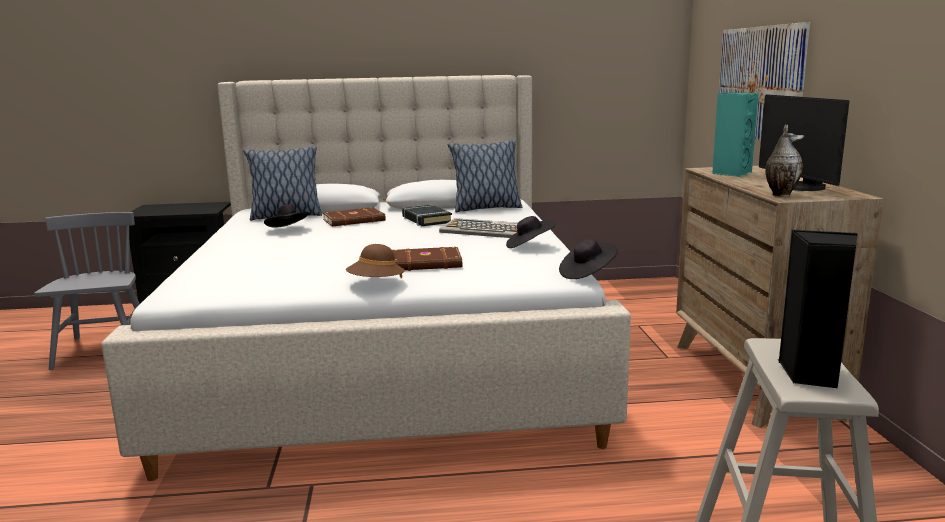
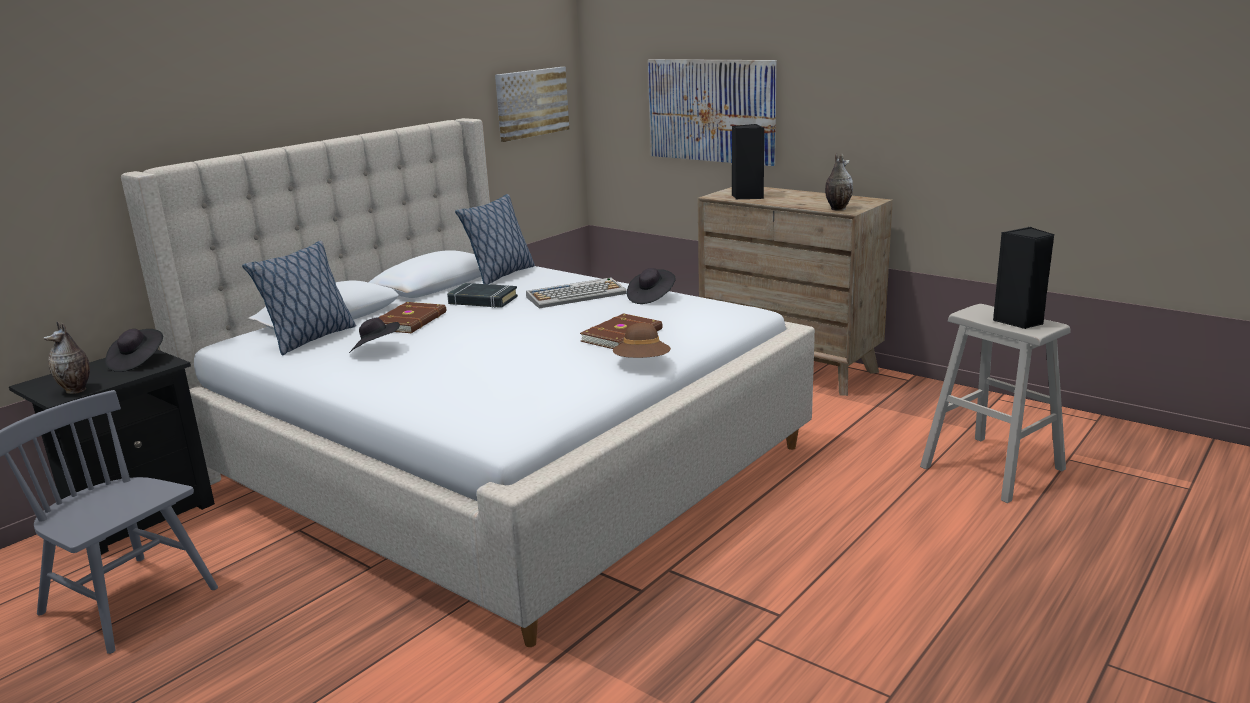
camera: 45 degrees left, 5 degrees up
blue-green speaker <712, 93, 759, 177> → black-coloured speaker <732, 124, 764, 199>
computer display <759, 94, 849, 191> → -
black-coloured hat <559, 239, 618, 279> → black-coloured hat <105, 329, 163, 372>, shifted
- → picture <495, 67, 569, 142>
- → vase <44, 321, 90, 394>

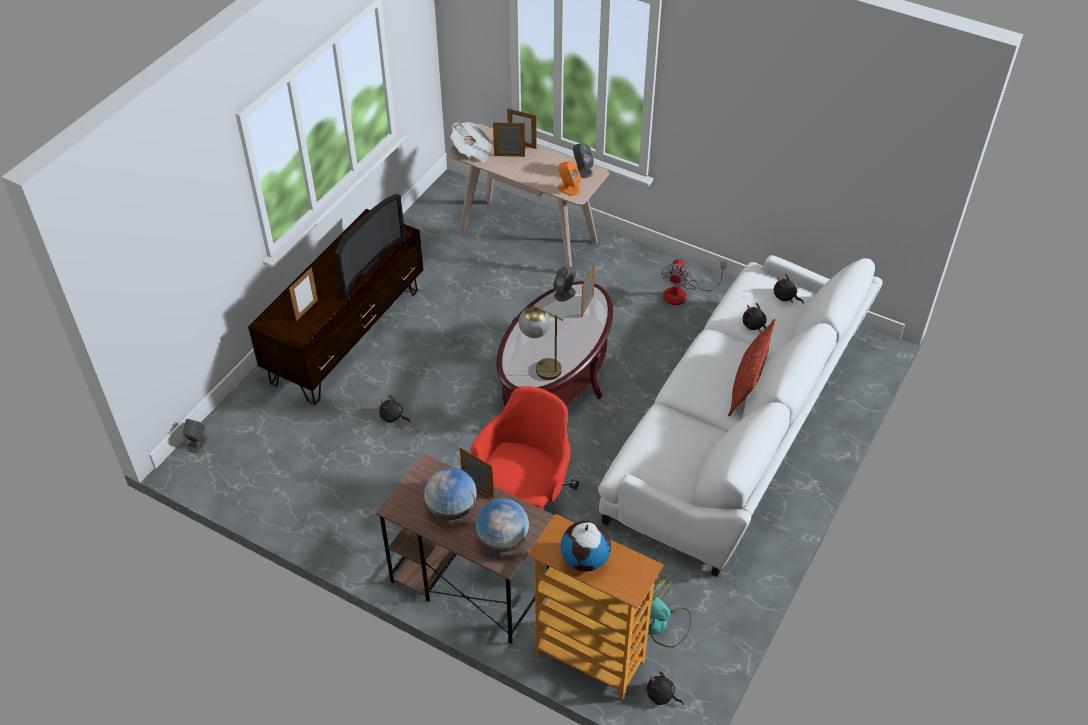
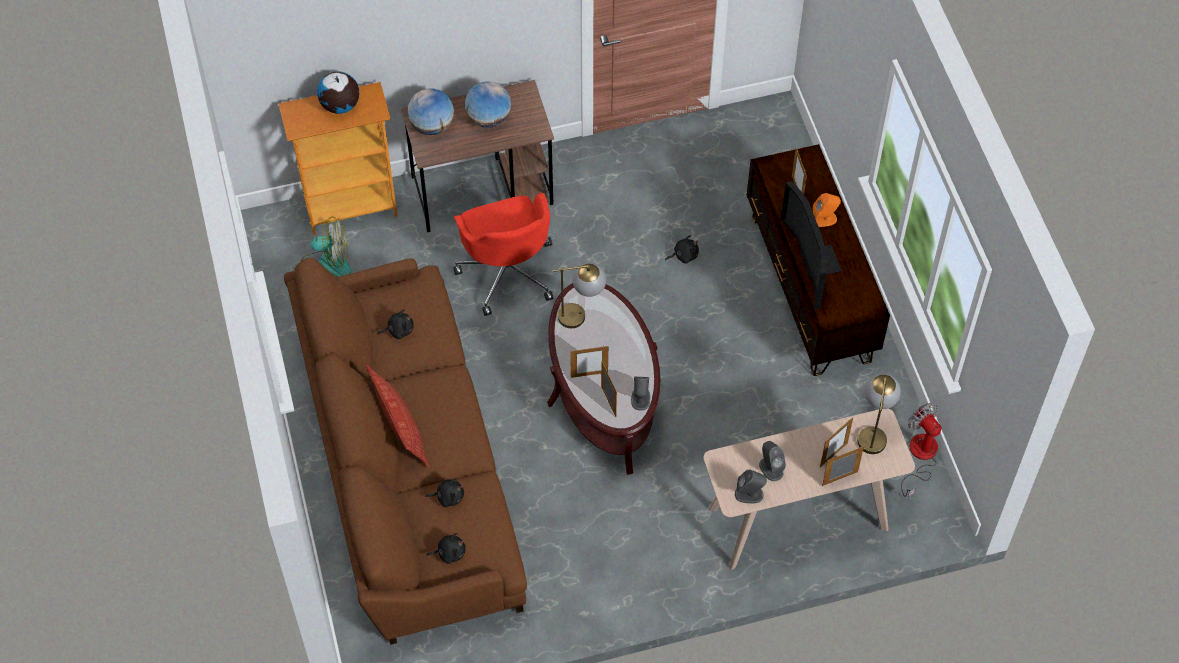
camera: 135 degrees right, 10 degrees up
newspaper <450, 122, 493, 162> → tabletop lamp <857, 373, 901, 454>
orangey speaker <558, 161, 581, 196> → orangey speaker <813, 193, 841, 227>, shifted
white-coloured couch <598, 255, 883, 577> → brownish couch <284, 258, 527, 645>
electric fan <661, 259, 727, 305> → electric fan <901, 403, 942, 497>, shifted
greyish speaker <183, 419, 208, 453> → greyish speaker <759, 441, 786, 481>, shifted
picture frame <460, 447, 494, 499> → picture frame <570, 346, 608, 378>, shifted
black-coloured plush toy <647, 672, 684, 705> → black-coloured plush toy <377, 309, 414, 339>, shifted

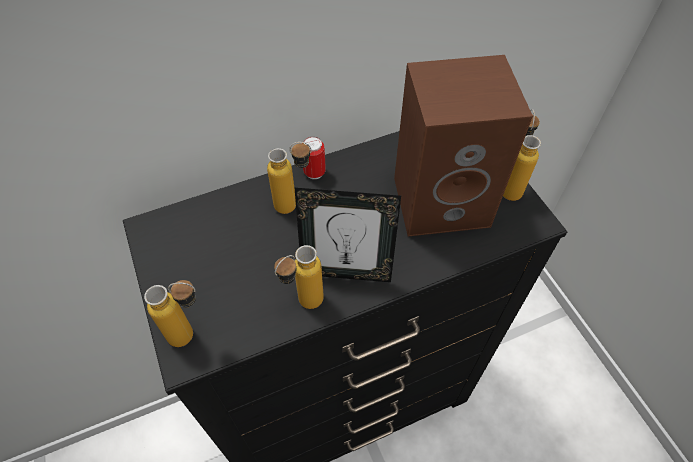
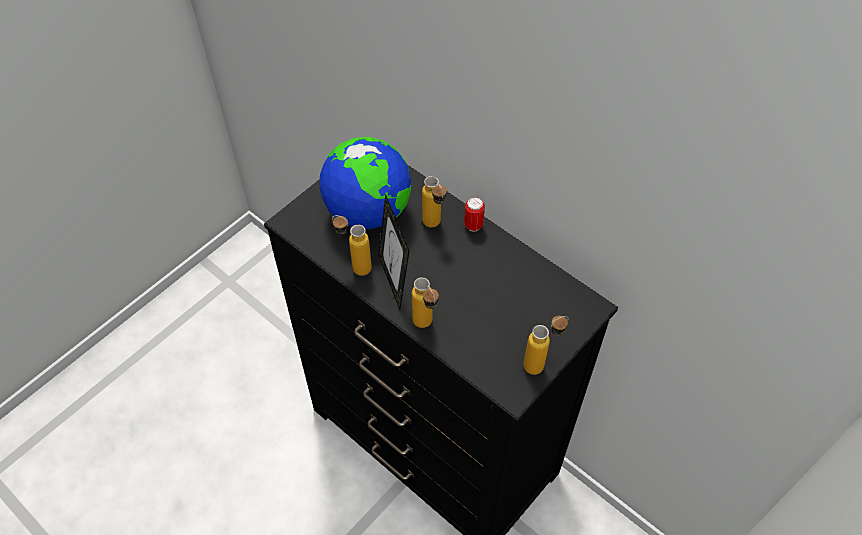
camera: 65 degrees right, 0 degrees up
brownish speaker <394, 55, 533, 237> → -
drink bottle <144, 280, 196, 347> → drink bottle <412, 277, 439, 328>, shifted
- → world globe <319, 137, 411, 229>

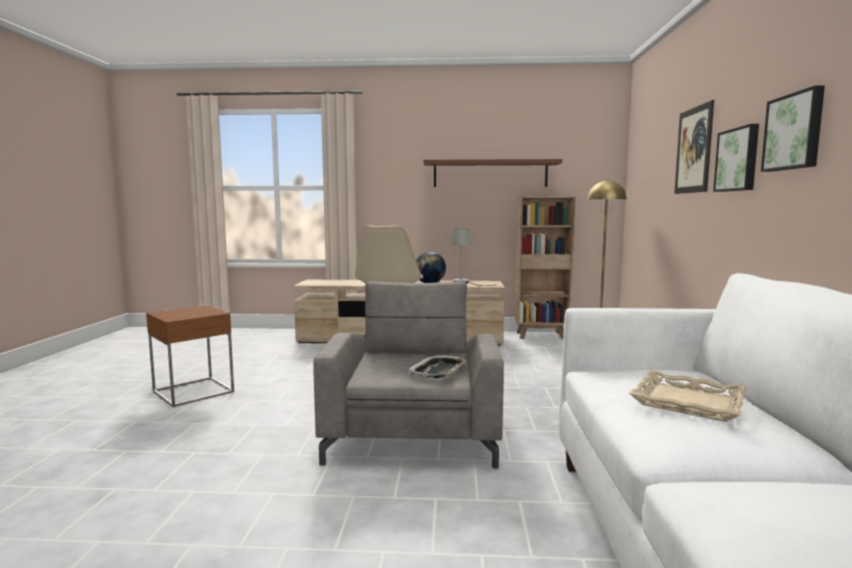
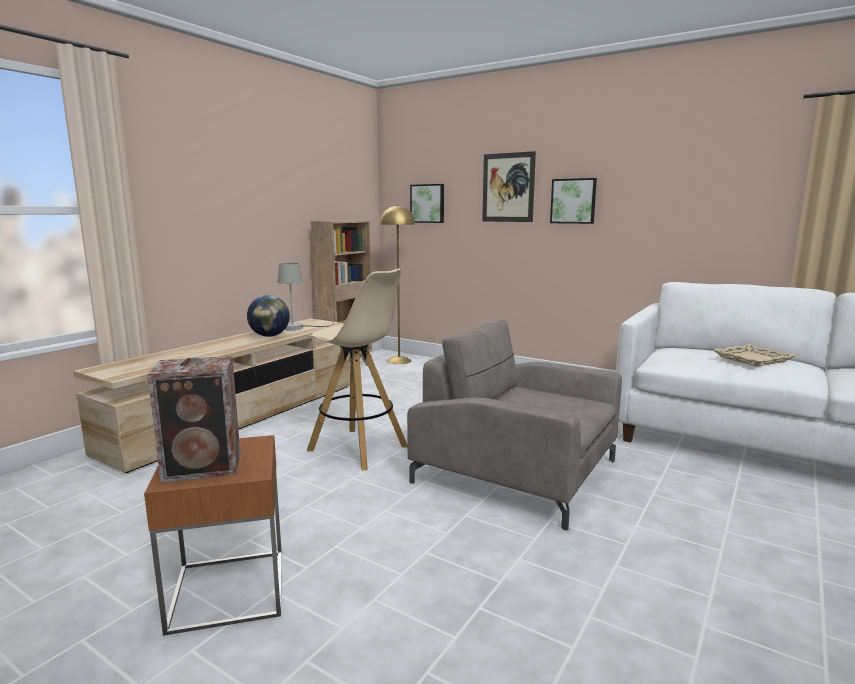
camera: 60 degrees left, 5 degrees up
picture <761, 85, 825, 172> → picture <410, 184, 444, 223>, shifted
brownish shelf <423, 159, 562, 187> → -
tray <407, 355, 468, 378> → -
- → speaker <148, 356, 240, 483>

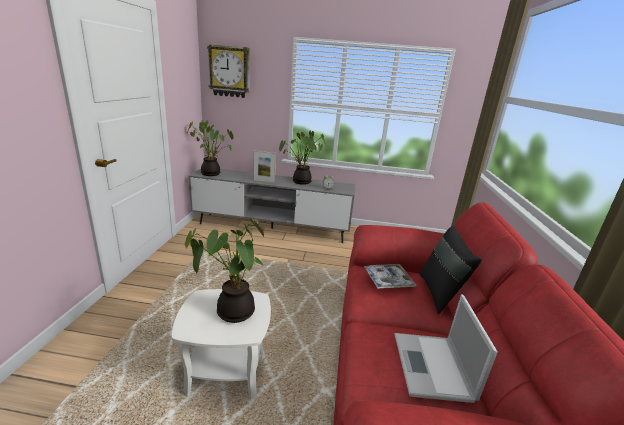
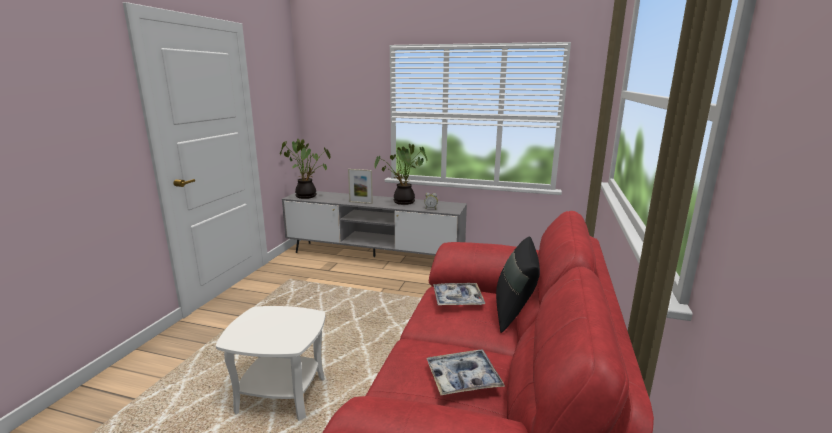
camera: 10 degrees right, 5 degrees down
clock on the wall <207, 44, 250, 98> → -
houseplant <185, 219, 264, 323> → -
laptop <394, 294, 497, 403> → tray <426, 350, 505, 395>

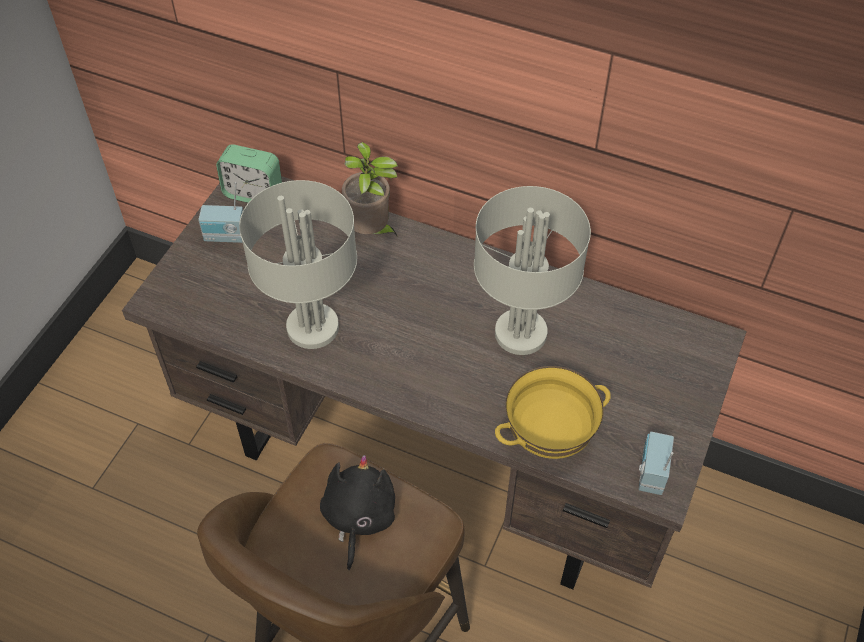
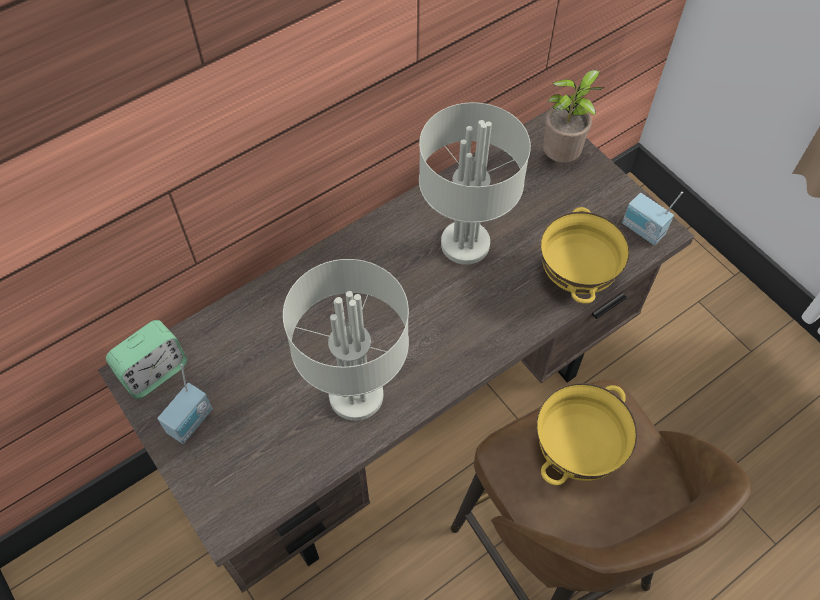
camera: 60 degrees left, 5 degrees up
houseplant <342, 142, 398, 237> → houseplant <543, 70, 603, 163>, shifted
black-coloured plush toy <320, 455, 395, 571> → yellowish bowl <537, 383, 637, 485>

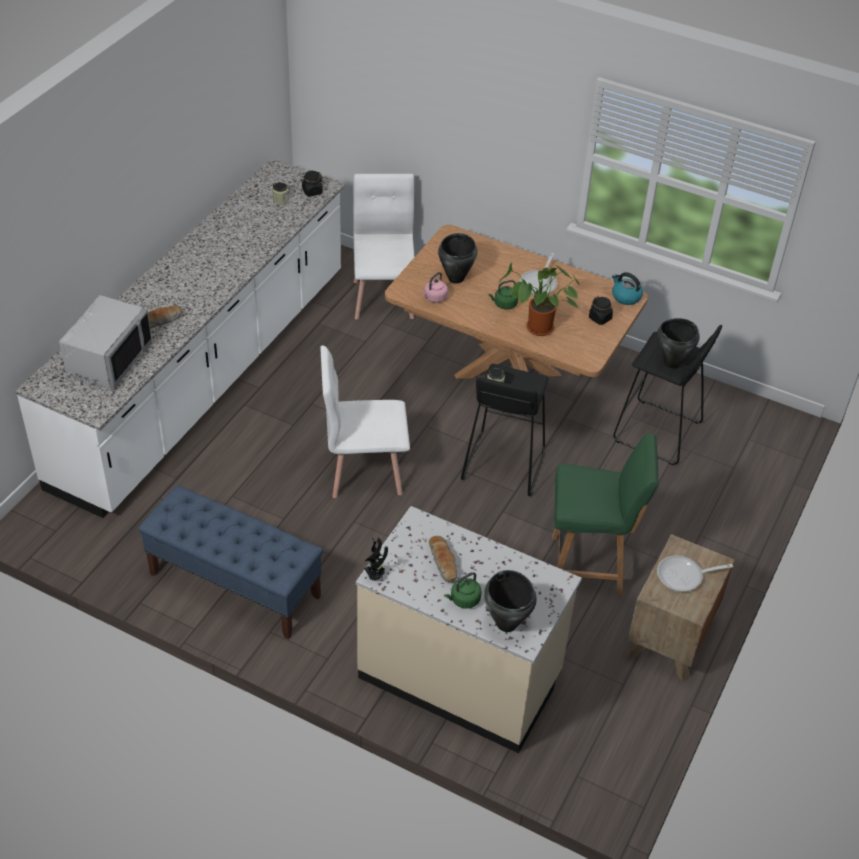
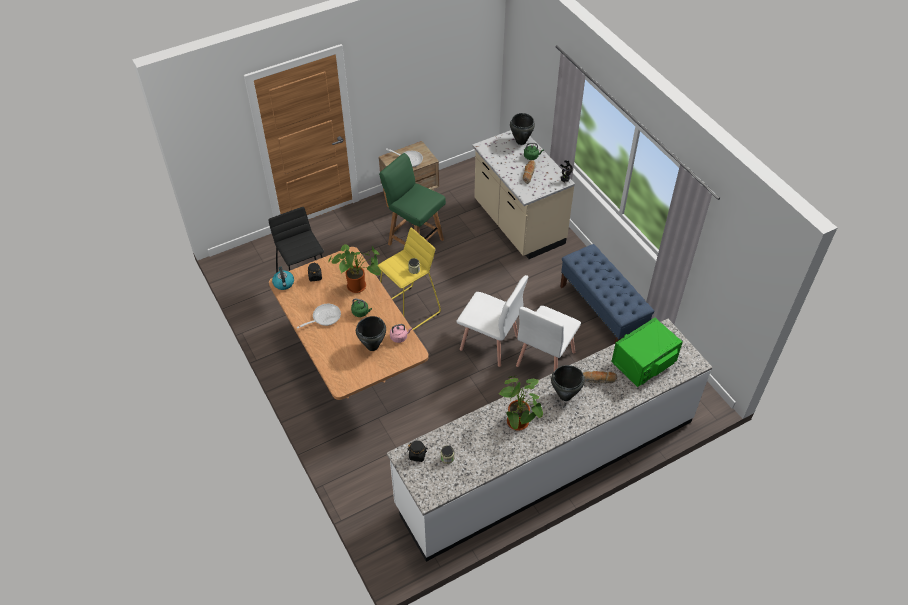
camera: 145 degrees left, 5 degrees up
white-coloured chair <353, 174, 414, 320> → white-coloured chair <516, 305, 581, 371>, shifted
greyish microwave oven <59, 295, 152, 390> → greenish microwave oven <611, 318, 683, 387>
black-coloured stockpot <657, 318, 700, 369> → black-coloured stockpot <551, 365, 585, 401>, shifted
black-coloured sitting stool <461, 364, 549, 496> → yellowish sitting stool <378, 227, 441, 330>
- → houseplant <499, 375, 543, 431>

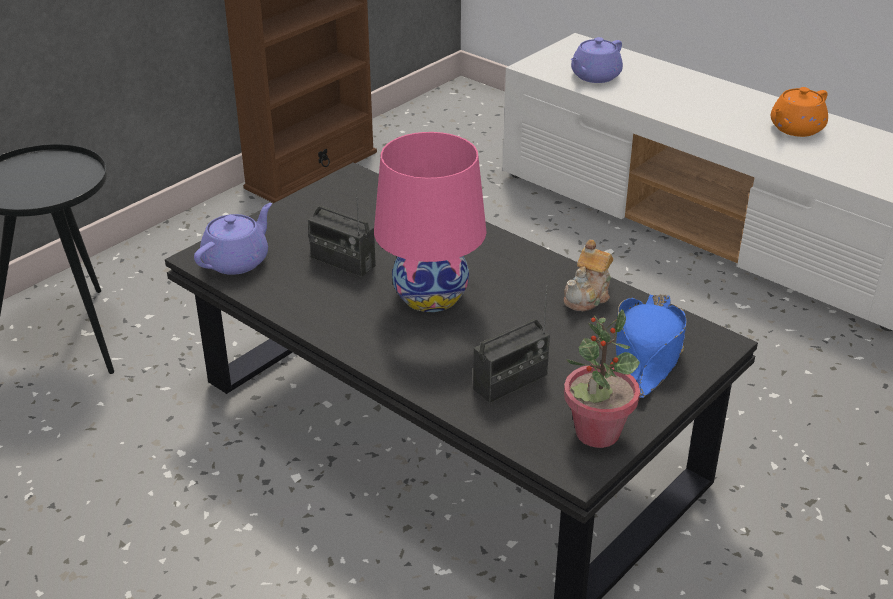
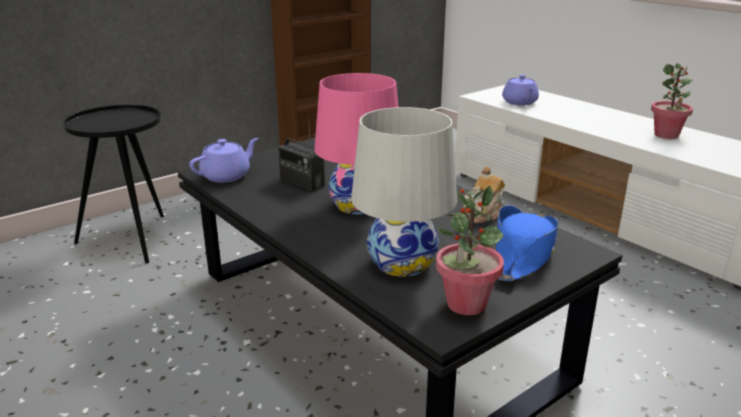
camera: 10 degrees right, 10 degrees down
purple pot for tea <571, 37, 623, 83> → purple pot for tea <502, 74, 539, 106>, 60 degrees counterclockwise
orangey pot for tea <771, 87, 828, 137> → houseplant <651, 63, 693, 139>
radio <473, 285, 550, 403> → white-coloured tabletop lamp <351, 107, 457, 277>

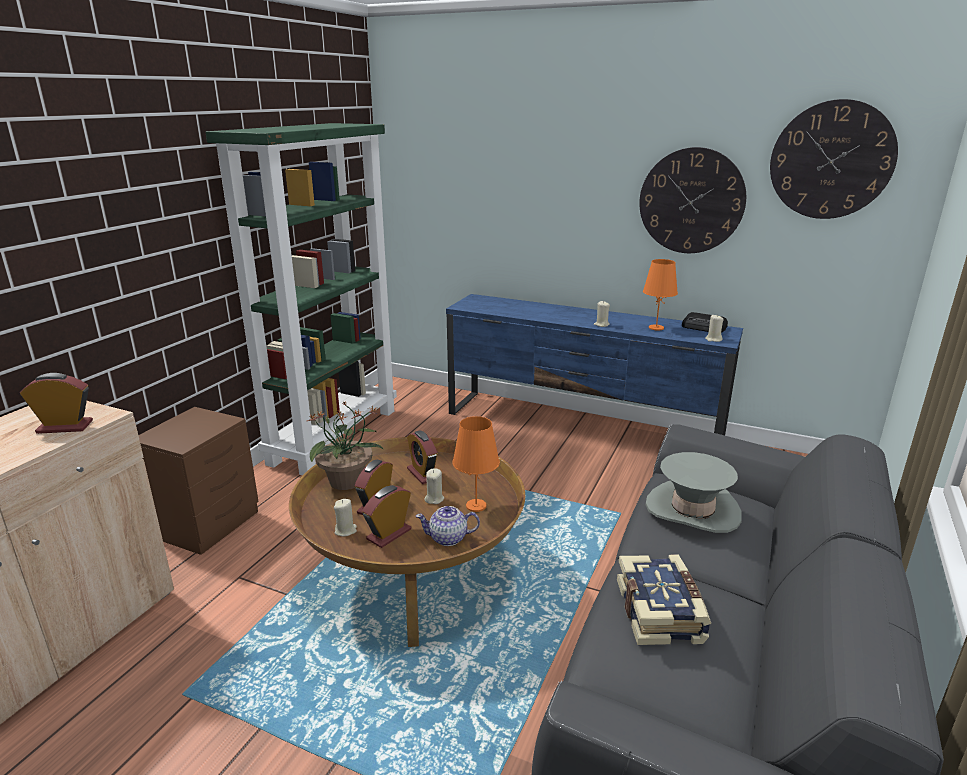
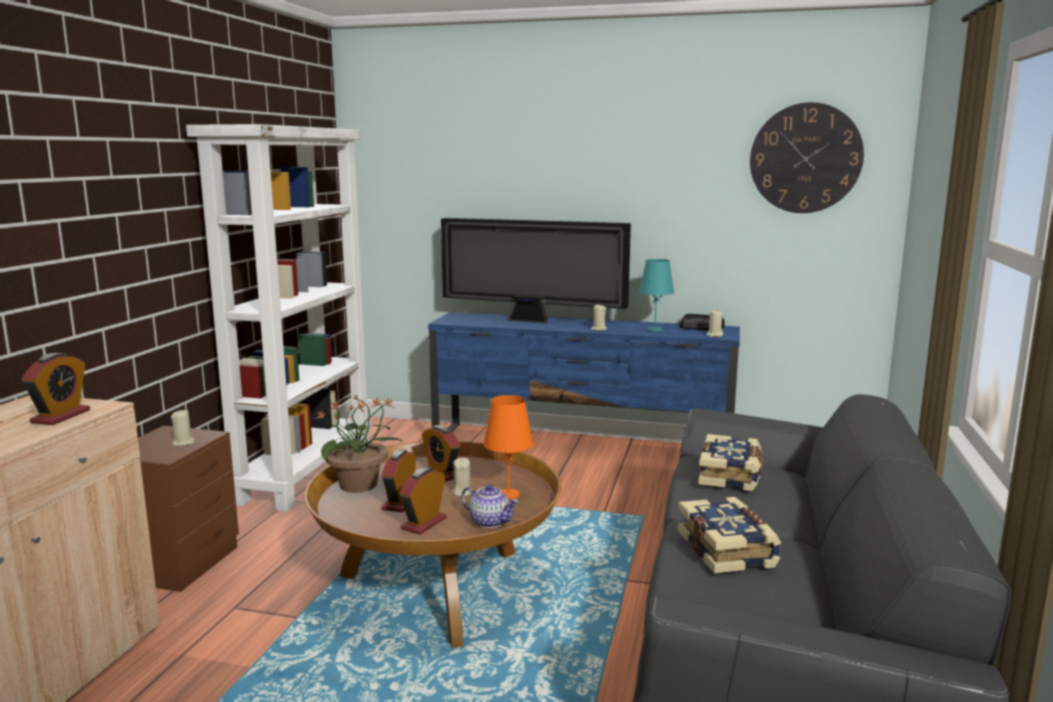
camera: 10 degrees left, 10 degrees down
greenish shelving unit <205, 123, 397, 475> → white-coloured shelving unit <186, 124, 372, 511>
clock on the wall <639, 147, 746, 253> → -
orangey tabletop lamp <643, 259, 678, 331> → blue-green tabletop lamp <639, 259, 674, 331>
table clock <20, 373, 93, 434> → table clock <22, 353, 90, 425>, 120 degrees clockwise
greyish hat <645, 452, 742, 533> → book <698, 434, 763, 491>
beige candle <334, 499, 357, 536> → beige candle <171, 410, 195, 446>, shifted
pot for tea <416, 506, 480, 546> → pot for tea <461, 484, 519, 528>, 135 degrees counterclockwise
- → television <441, 218, 631, 323>

